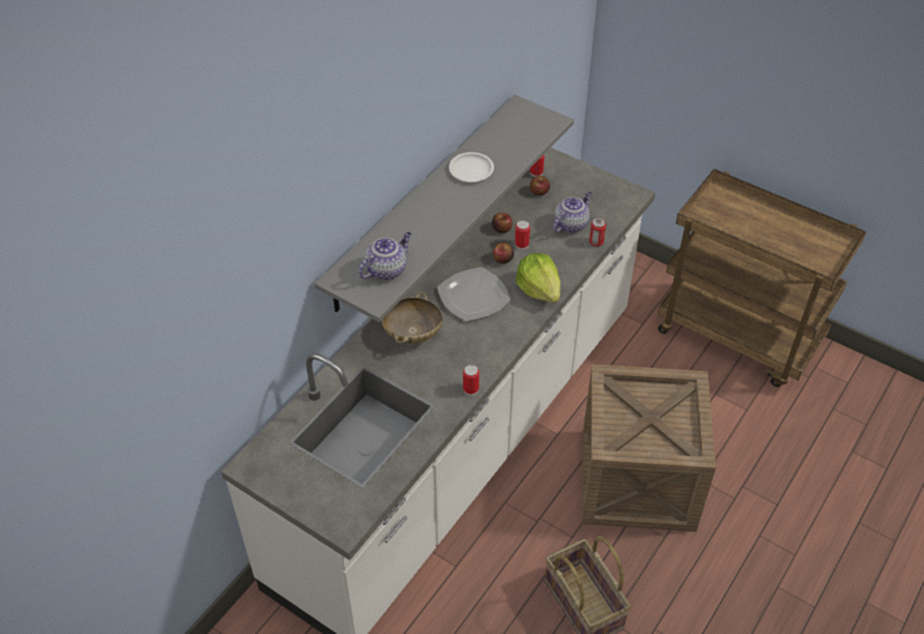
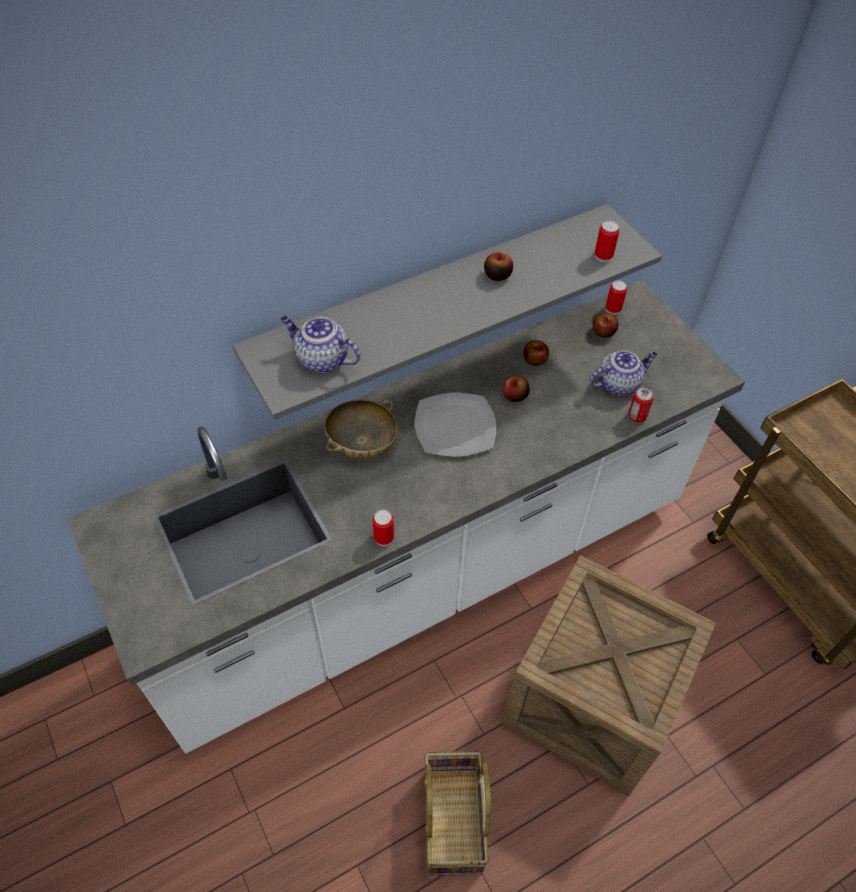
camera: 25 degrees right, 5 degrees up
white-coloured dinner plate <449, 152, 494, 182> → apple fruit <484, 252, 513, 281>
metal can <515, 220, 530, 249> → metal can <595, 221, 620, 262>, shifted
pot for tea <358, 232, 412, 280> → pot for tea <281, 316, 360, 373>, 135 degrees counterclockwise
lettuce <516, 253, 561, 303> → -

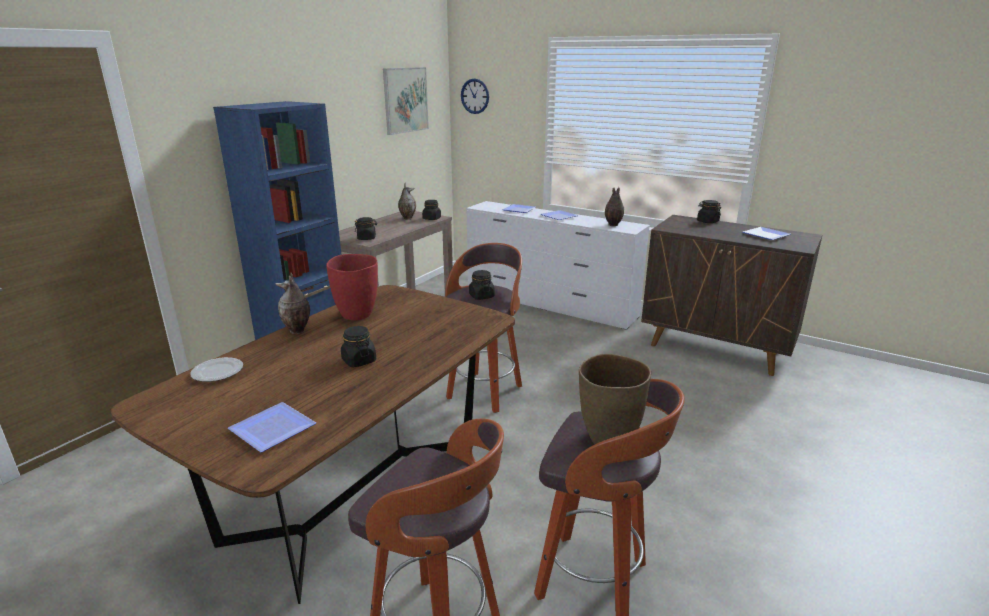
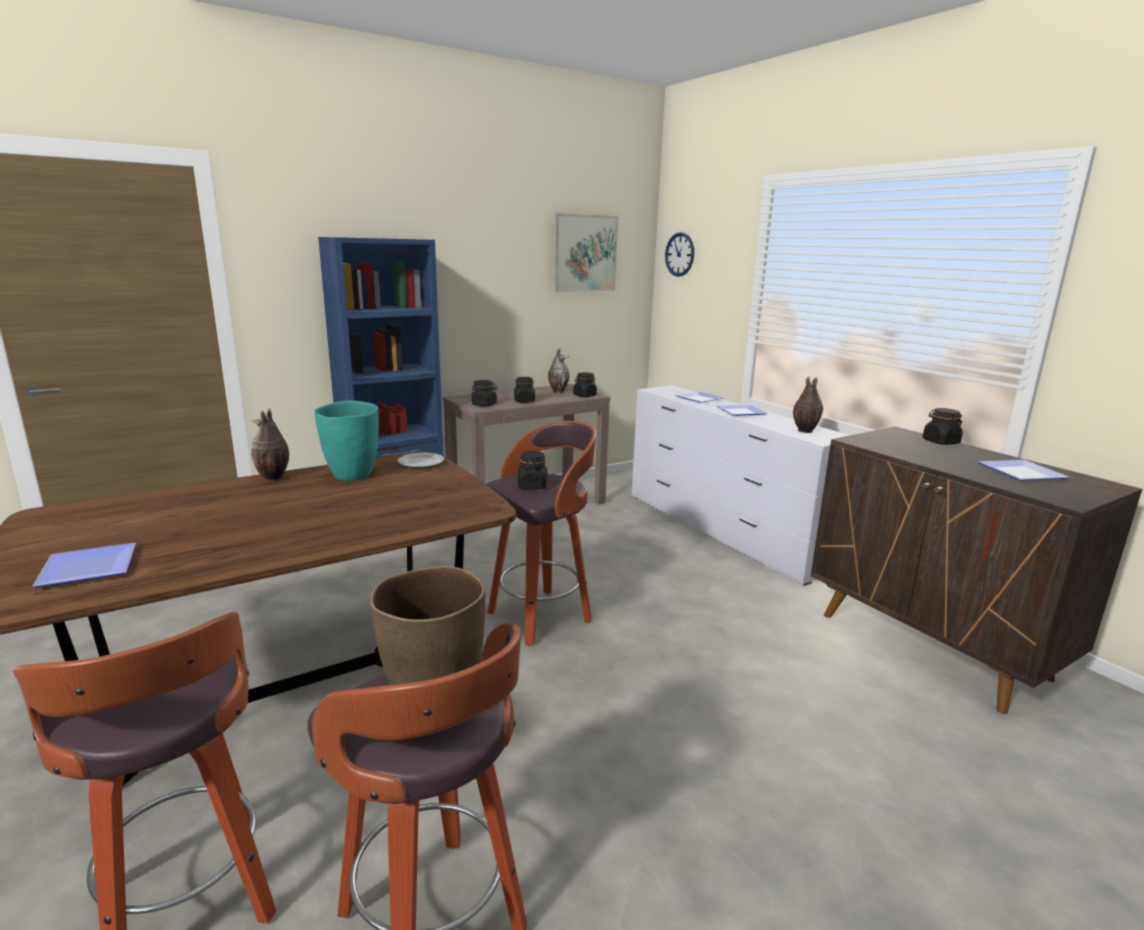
camera: 25 degrees right, 5 degrees down
red vase <326, 254, 378, 320> → blue-green vase <314, 401, 379, 481>
black-coloured preserve jar <341, 326, 376, 367> → black-coloured preserve jar <514, 377, 535, 403>, shifted
dinner plate <190, 357, 243, 382> → dinner plate <397, 453, 444, 468>, shifted

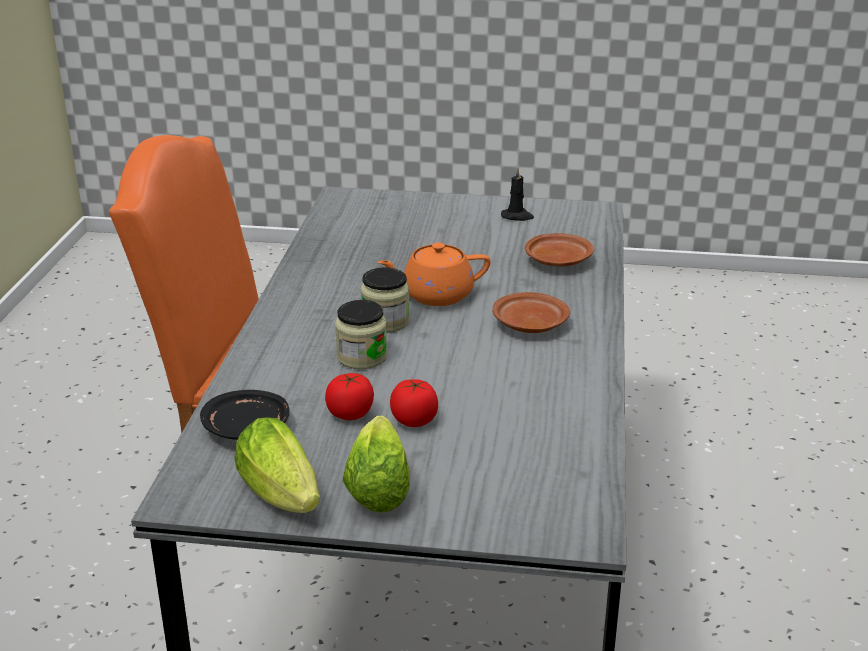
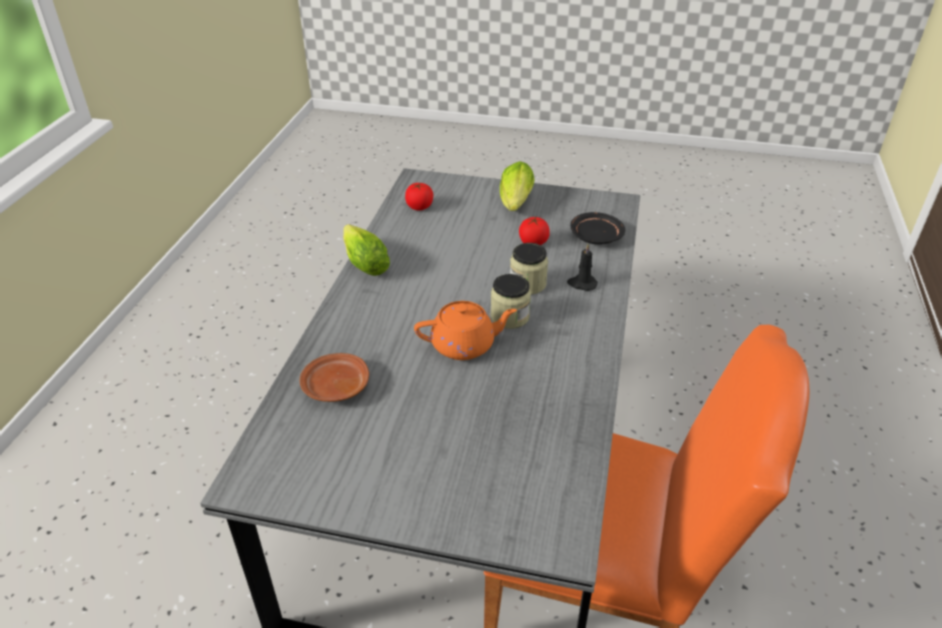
camera: 175 degrees left, 10 degrees up
black-coloured candle <501, 167, 534, 221> → black-coloured candle <567, 244, 598, 291>, shifted
brownish dinner plate <492, 292, 570, 333> → -
fresh tomato <390, 379, 438, 427> → fresh tomato <405, 182, 433, 211>, shifted
lettuce <234, 417, 320, 513> → lettuce <343, 224, 390, 276>, shifted

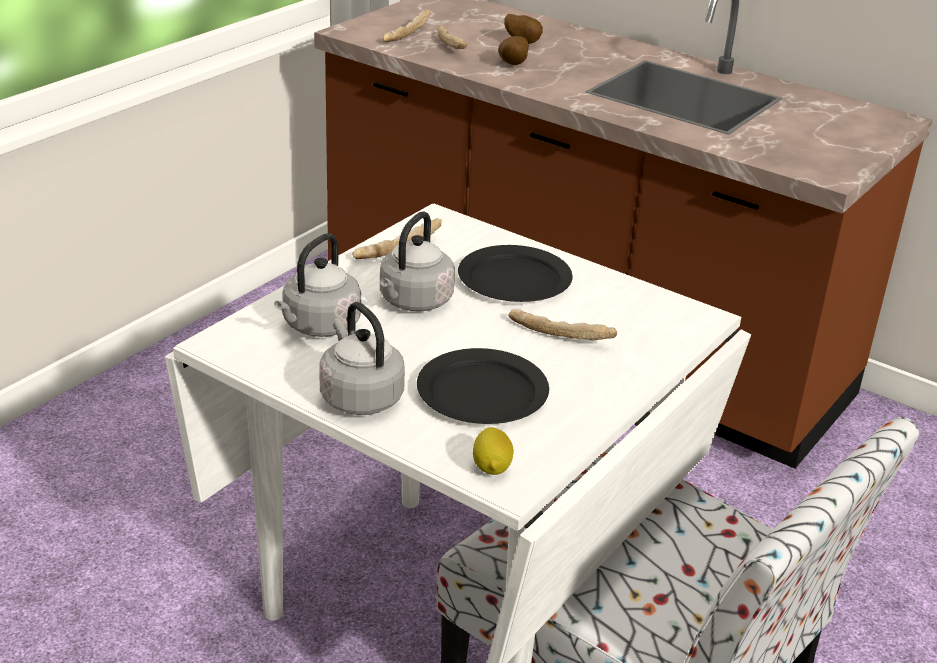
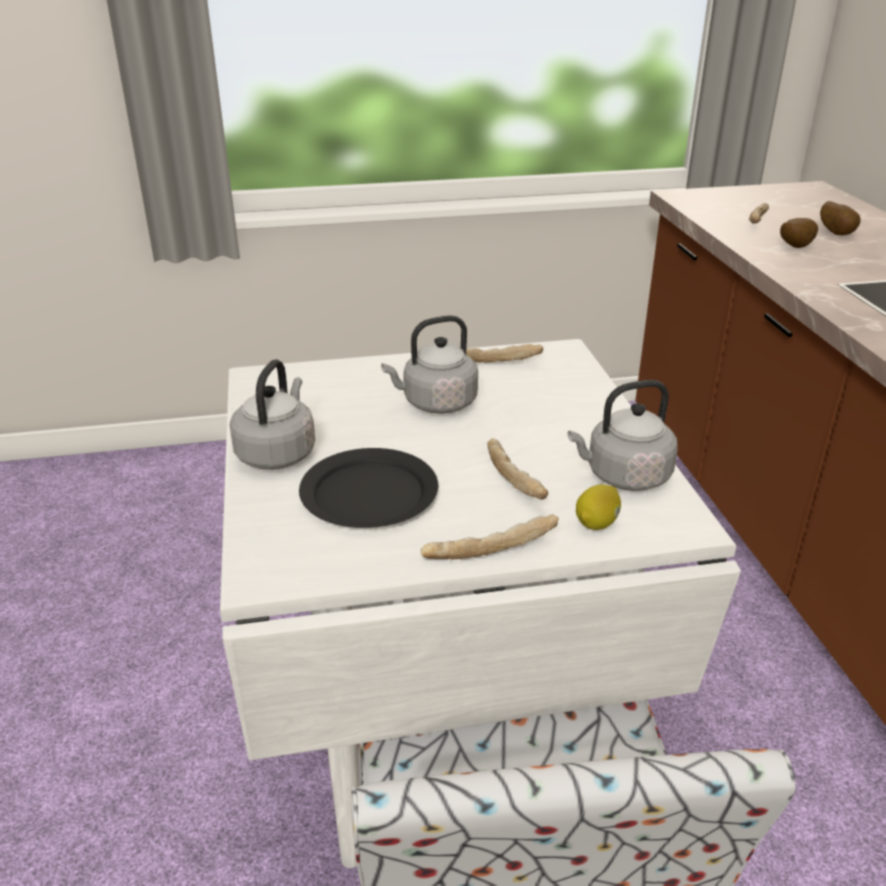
camera: 45 degrees right, 0 degrees up
bakery bread <382, 10, 430, 42> → bakery bread <421, 514, 559, 559>, shifted
greyish water kettle <274, 233, 361, 337> → greyish water kettle <567, 380, 678, 491>, shifted
black-coloured dinner plate <458, 245, 572, 302> → -
whole lemon <473, 427, 514, 475> → whole lemon <576, 484, 621, 530>, shifted

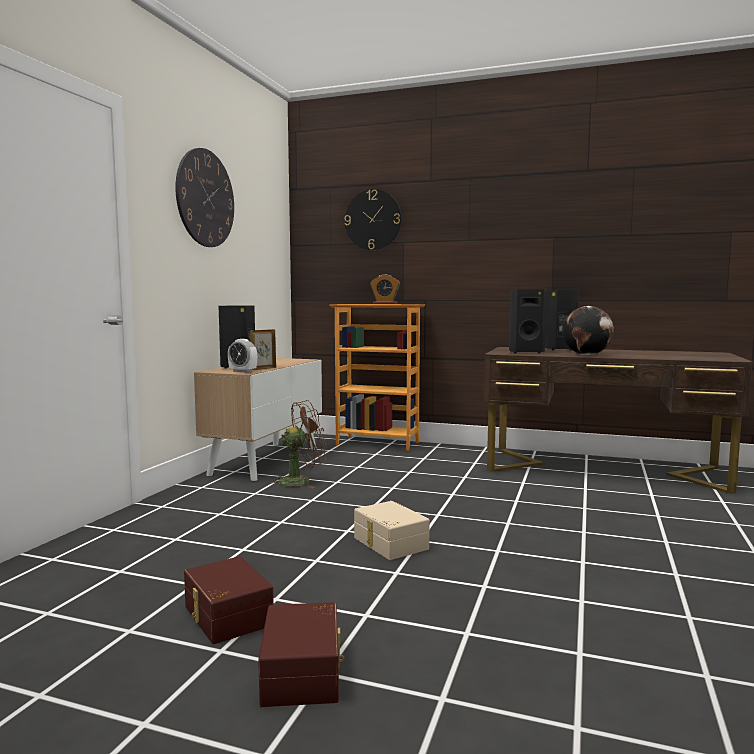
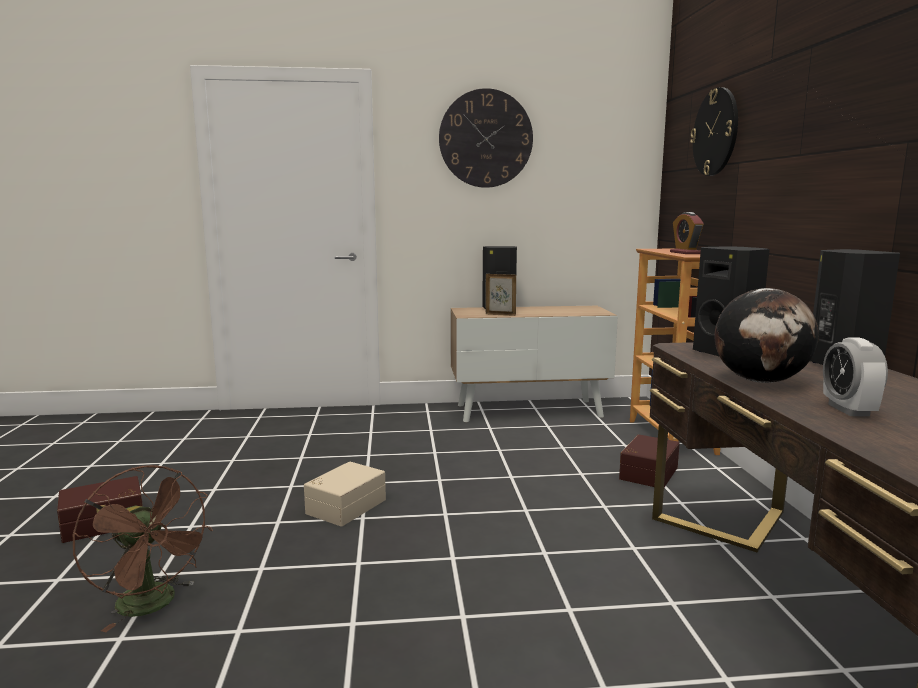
camera: 65 degrees right, 5 degrees up
table clock <228, 339, 257, 373> → table clock <823, 337, 888, 416>, shifted
brownish electric fan <269, 400, 327, 488> → brownish electric fan <72, 465, 213, 632>, shifted
brownish storage container <184, 556, 274, 644> → brownish storage container <619, 434, 680, 487>, shifted

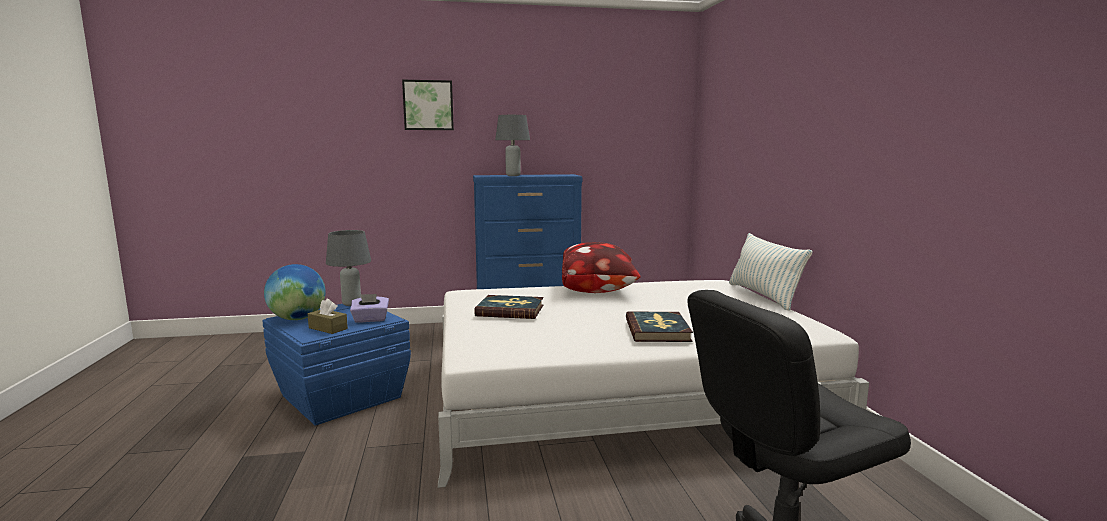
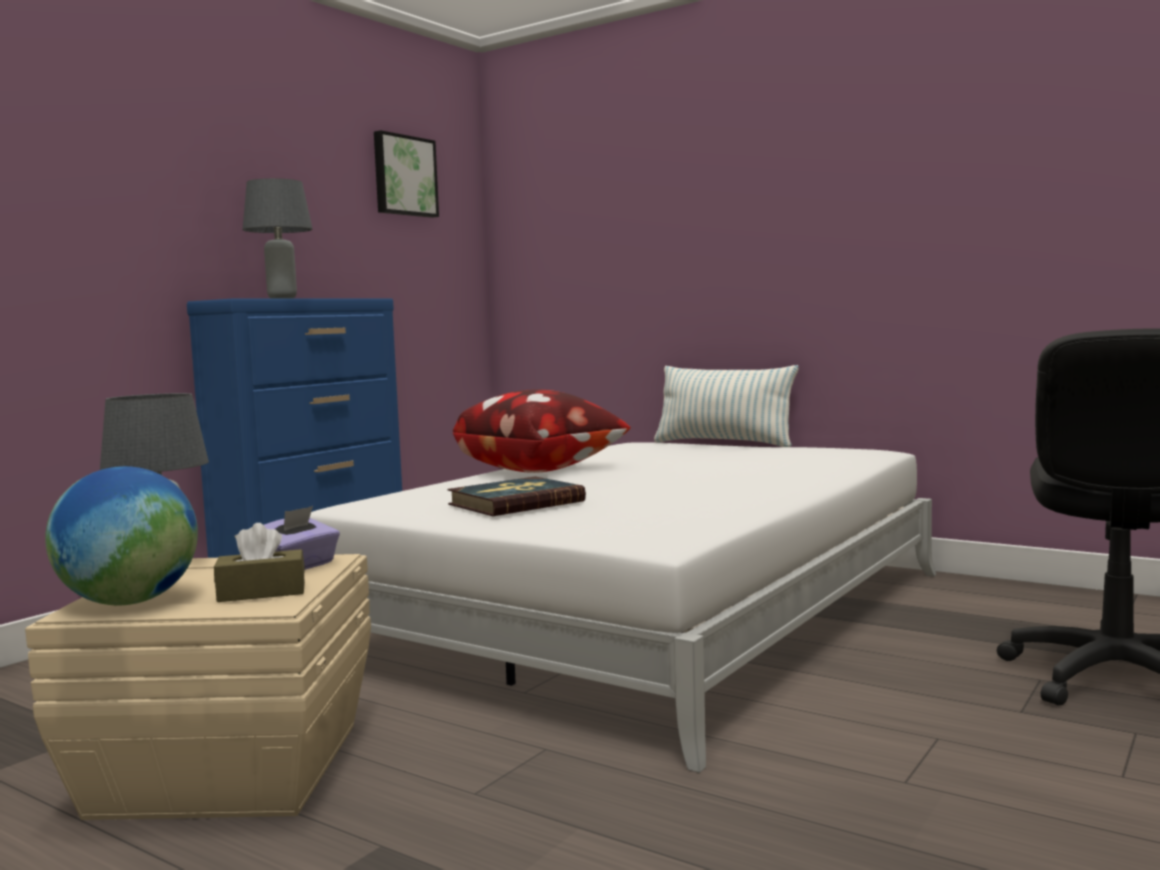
camera: 45 degrees left, 5 degrees down
picture <402, 80, 454, 130> → picture <374, 130, 439, 218>, shifted
bluish storage container <262, 304, 411, 426> → beige storage container <25, 554, 371, 820>
book <626, 312, 693, 342> → -

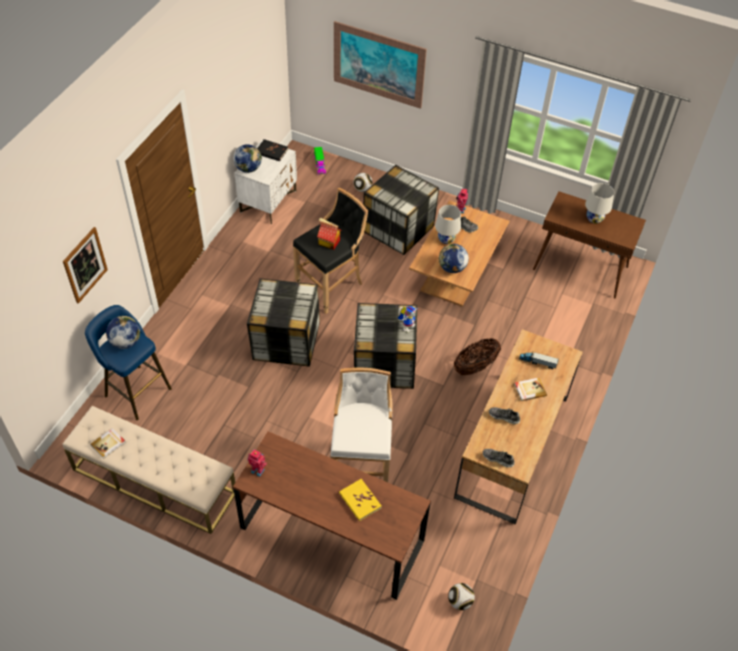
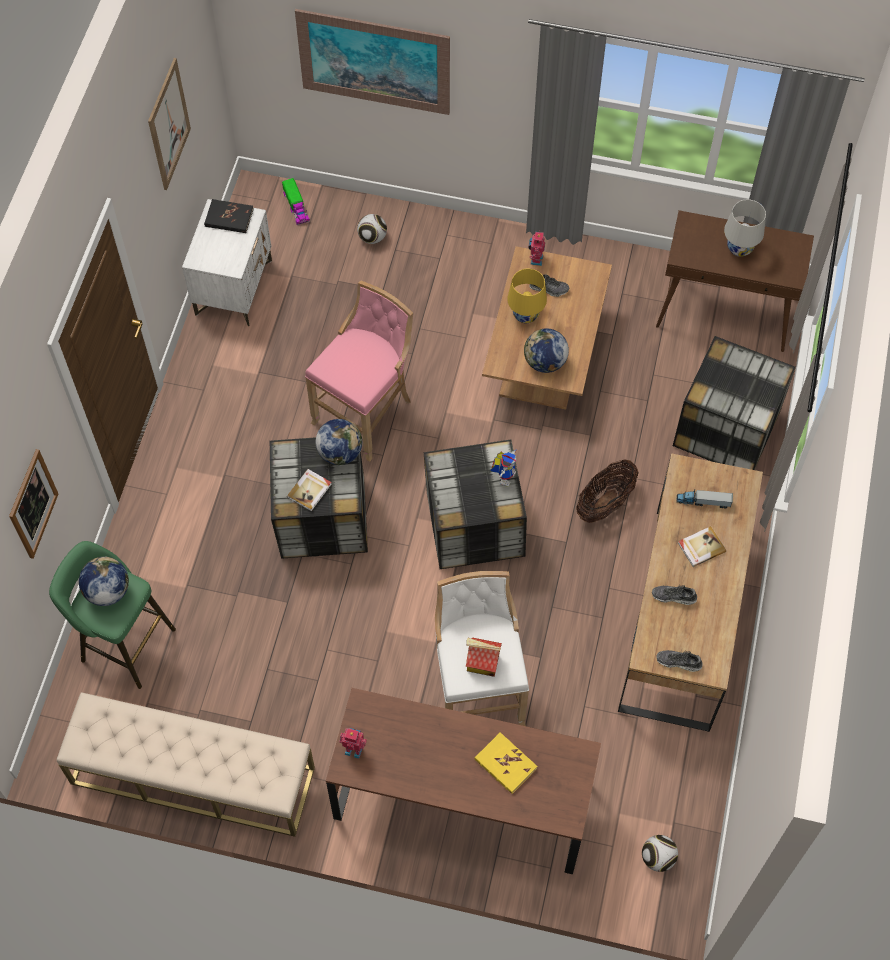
camera: 10 degrees left, 10 degrees up
world globe <233, 144, 262, 173> → world globe <316, 419, 362, 465>, shifted
storage container <363, 165, 439, 255> → storage container <673, 336, 796, 470>, shifted
black-coloured sitting stool <293, 187, 368, 314> → pinkish sitting stool <305, 280, 413, 462>
white-coloured tabletop lamp <435, 205, 461, 244> → yellowish tabletop lamp <507, 268, 547, 323>
toy house <317, 218, 342, 250> → toy house <466, 637, 502, 677>, shifted
bluish sitting stool <85, 305, 172, 420> → greenish sitting stool <49, 541, 176, 689>
book <90, 428, 125, 459> → book <287, 469, 332, 511>, shifted
- → picture <148, 58, 191, 190>

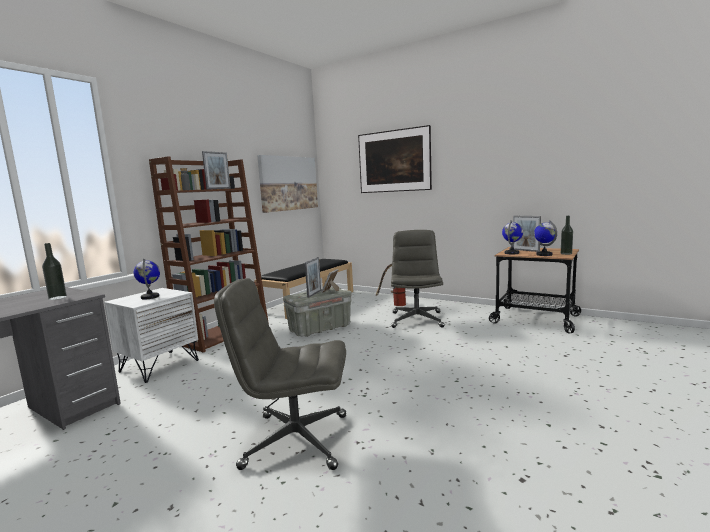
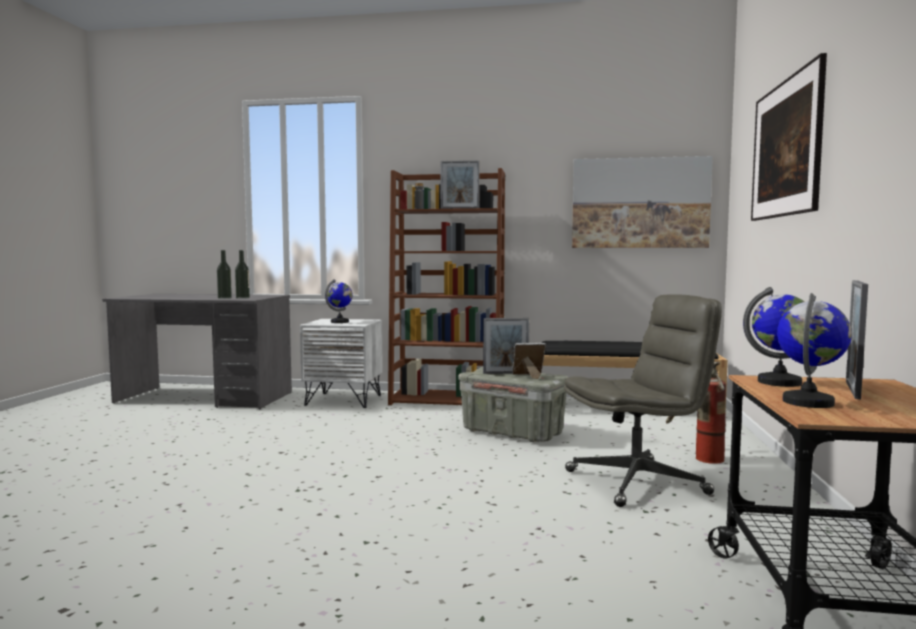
camera: 65 degrees right, 5 degrees down
drink bottle <561, 216, 573, 255> → drink bottle <217, 250, 232, 299>, shifted
greyish office chair <214, 278, 346, 470> → -

